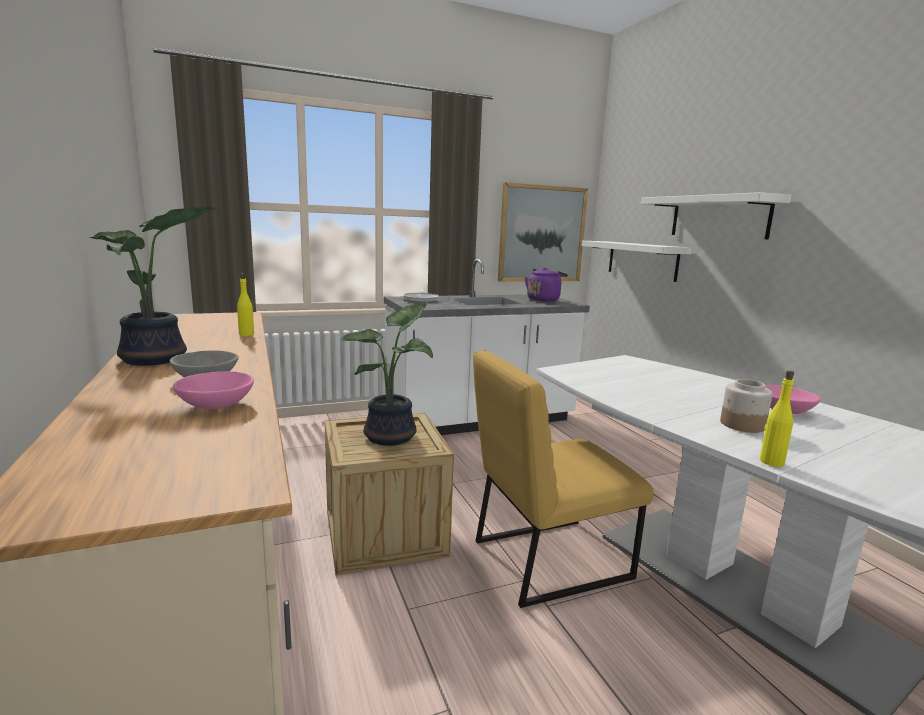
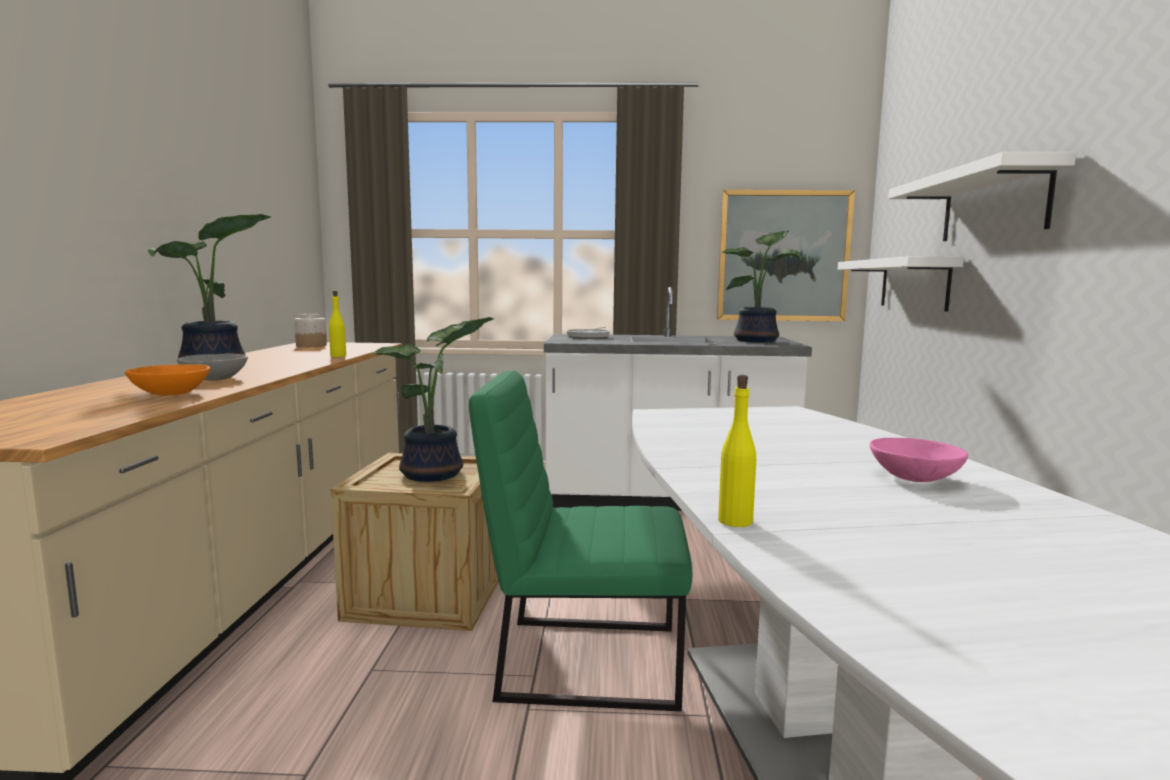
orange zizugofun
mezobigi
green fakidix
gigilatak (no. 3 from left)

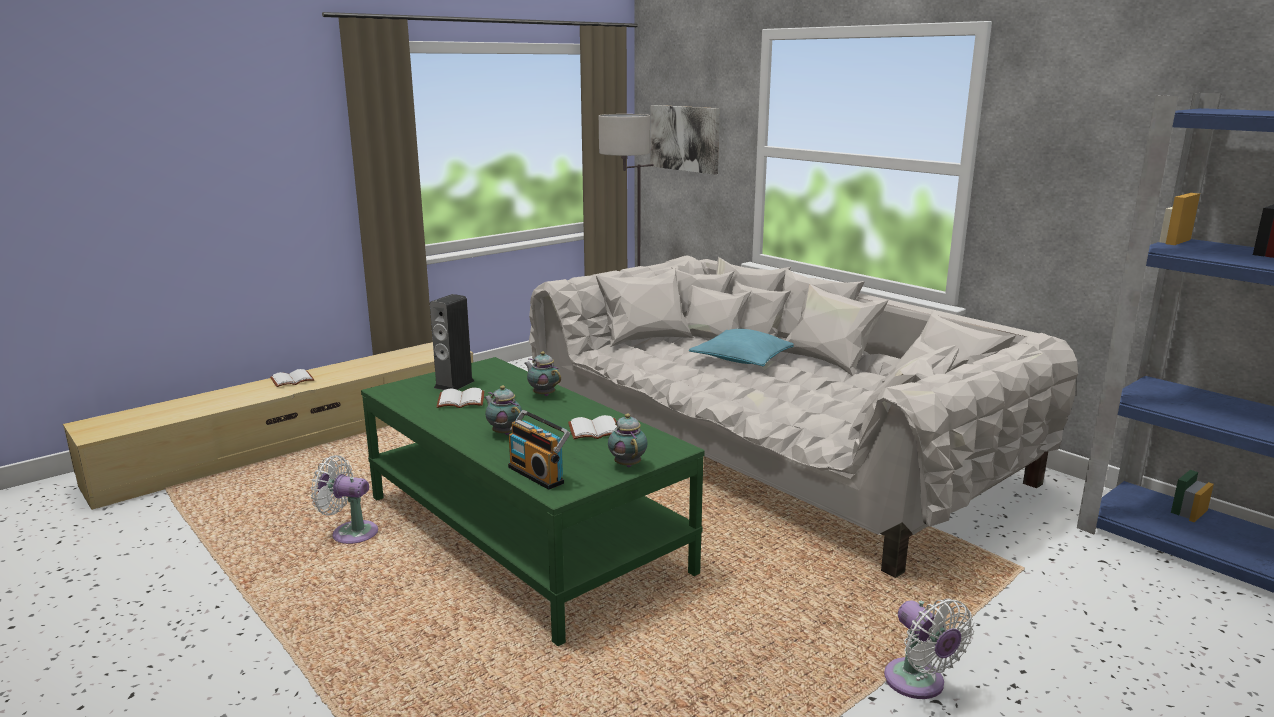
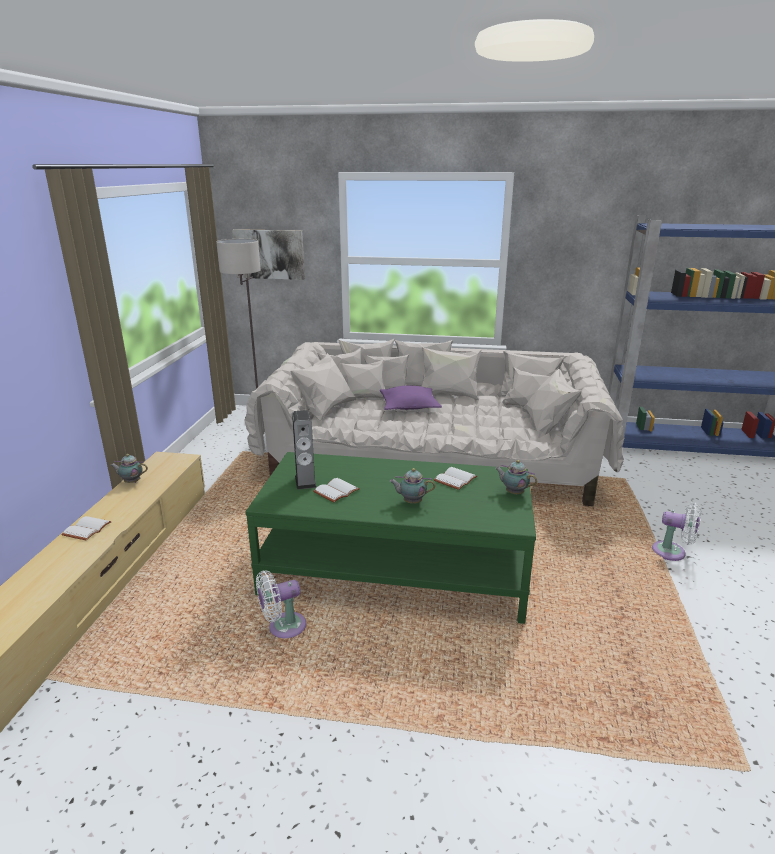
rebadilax (no. 1 from left)
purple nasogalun
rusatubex

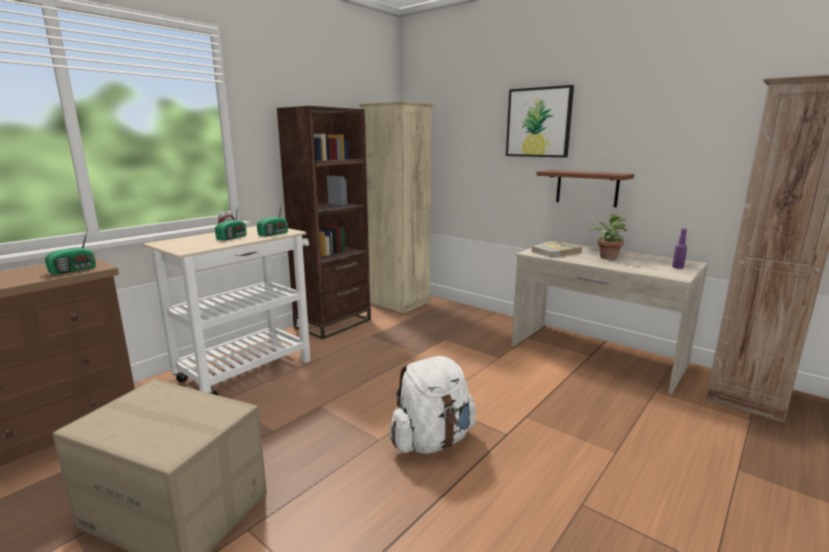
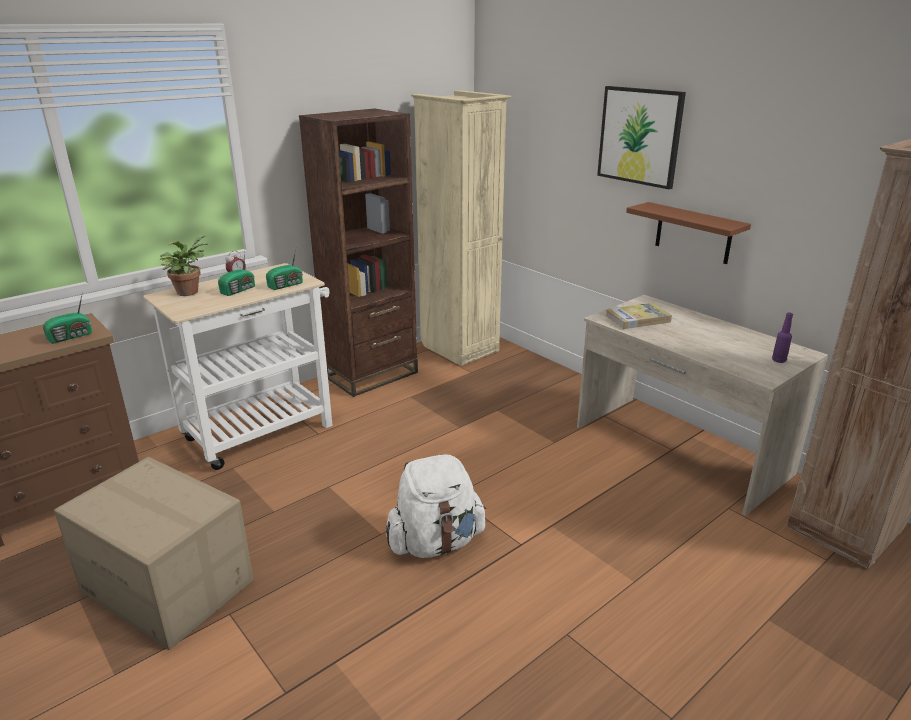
gigilatak

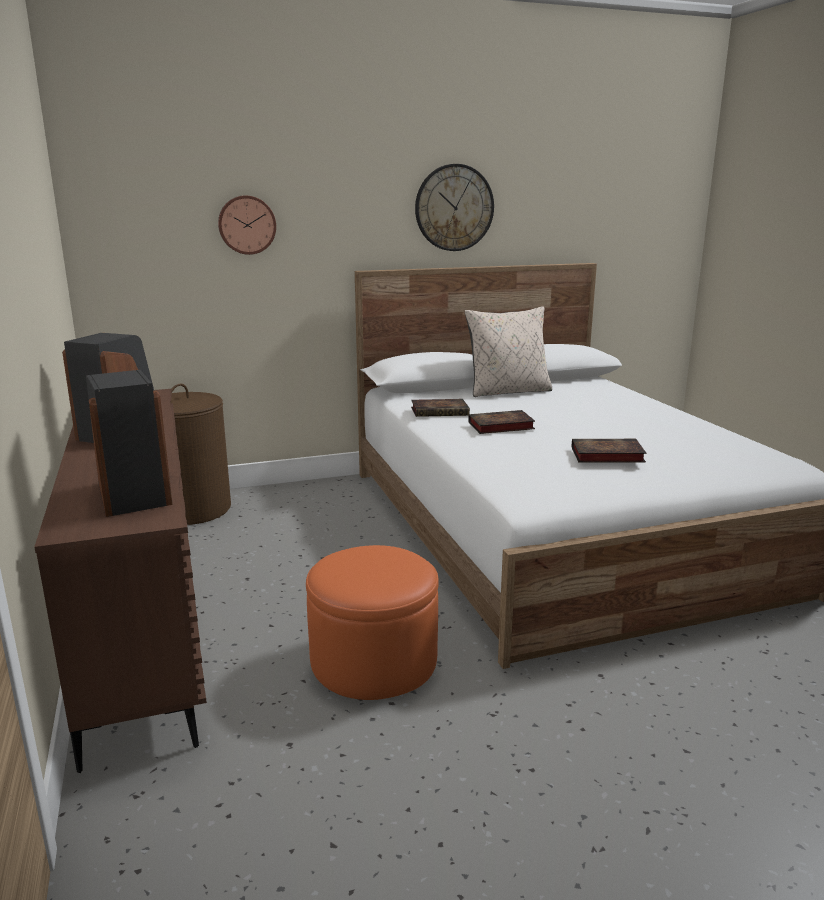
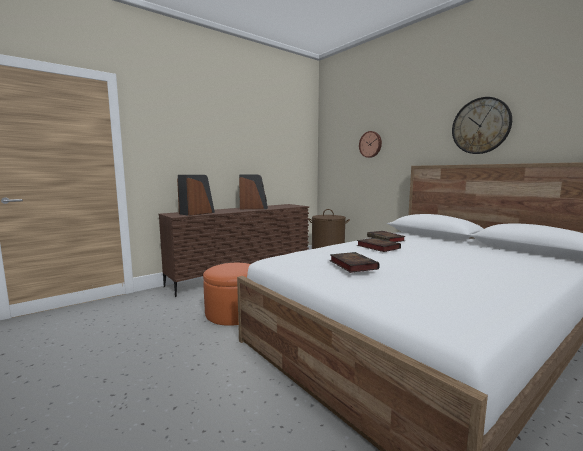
beige nasogalun

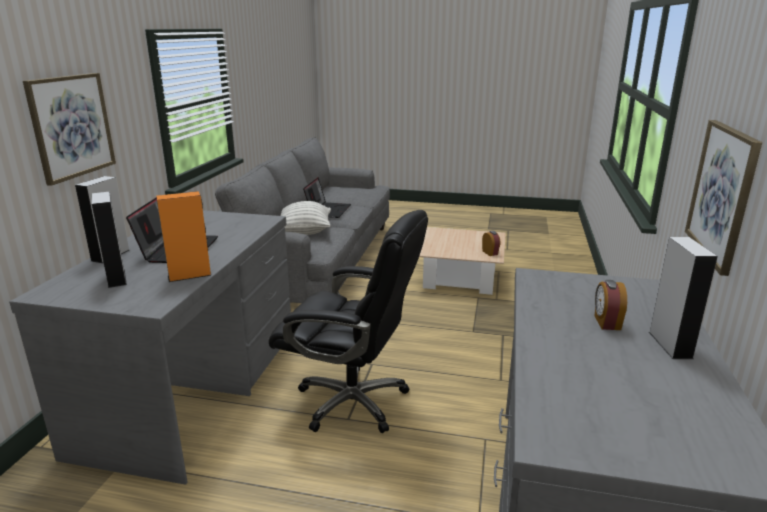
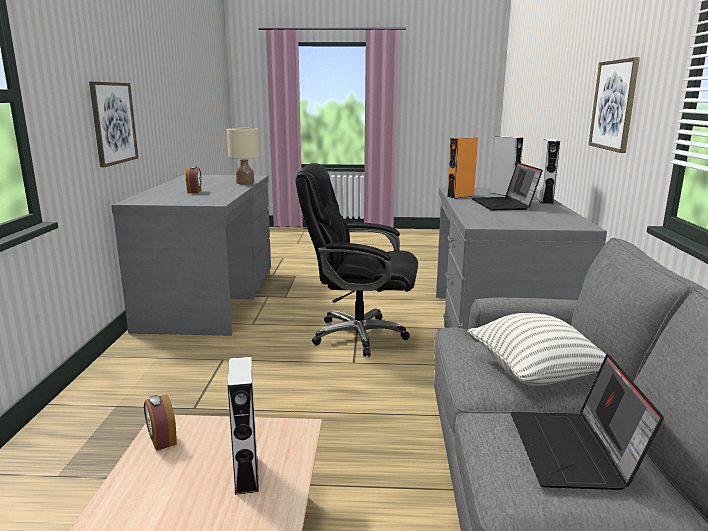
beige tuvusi
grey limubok (no. 1 from left)

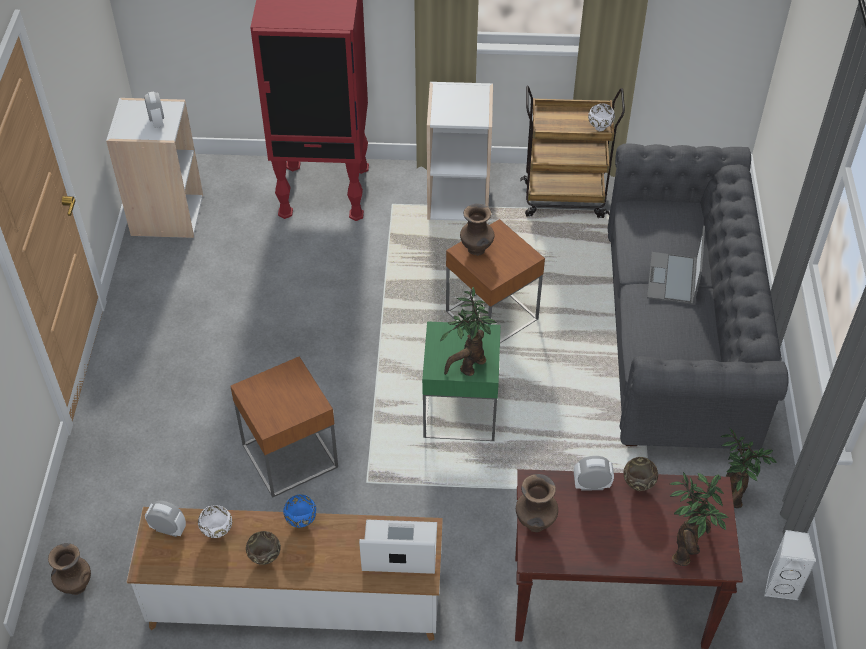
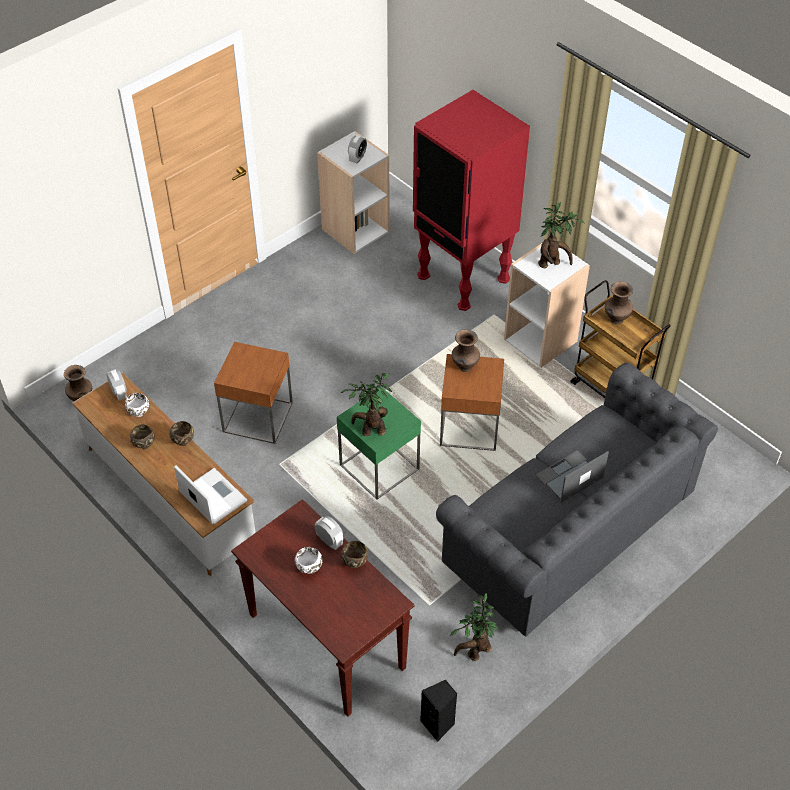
brown zizugofun (no. 2 from left)
white zizugofun (no. 2 from left)
black limubok
gigilatak (no. 3 from left)
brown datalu (no. 3 from left)

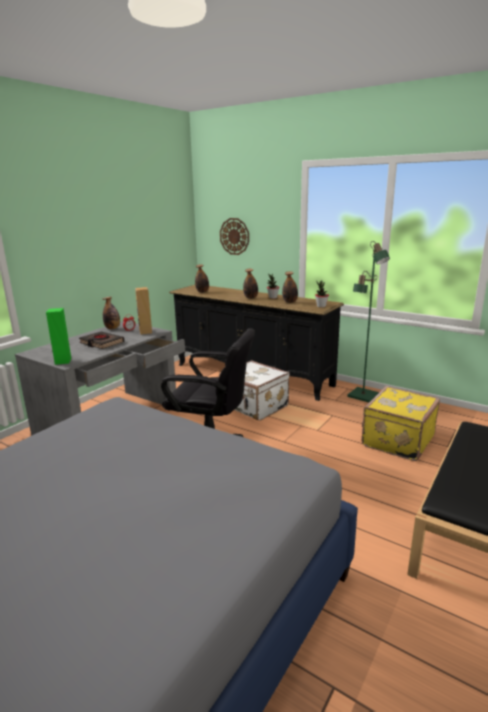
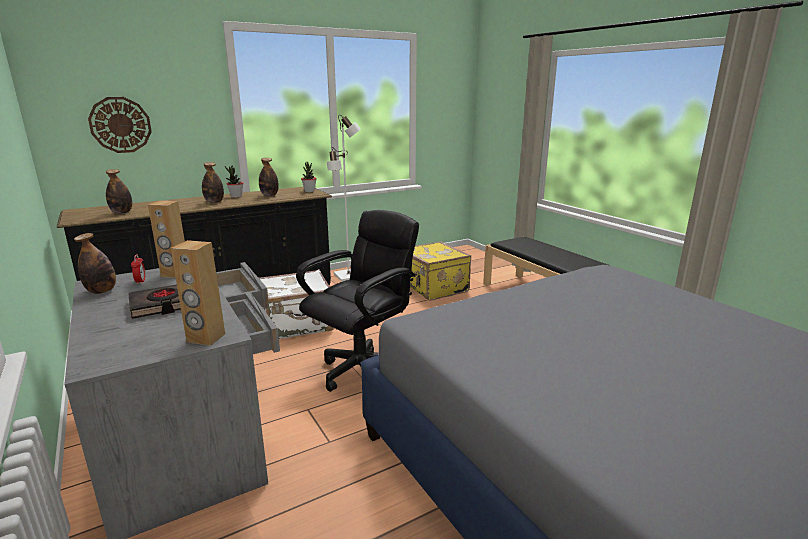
brown limubok (no. 2 from left)
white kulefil

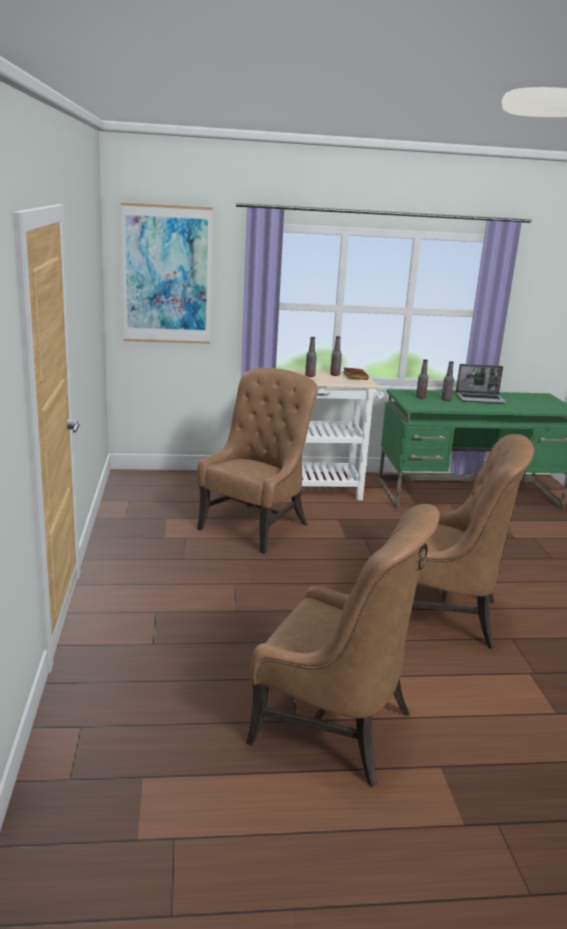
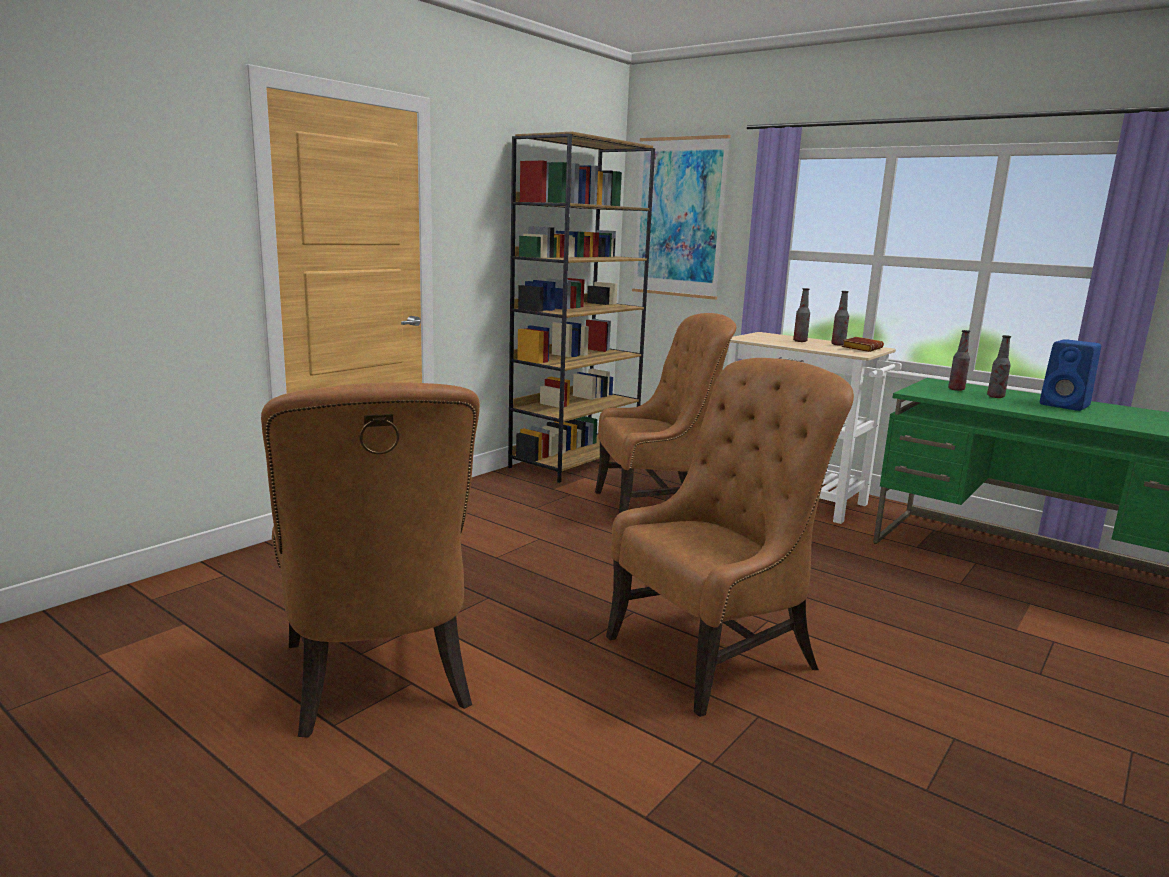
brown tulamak
brown fakidix (no. 3 from left)
blue limubok

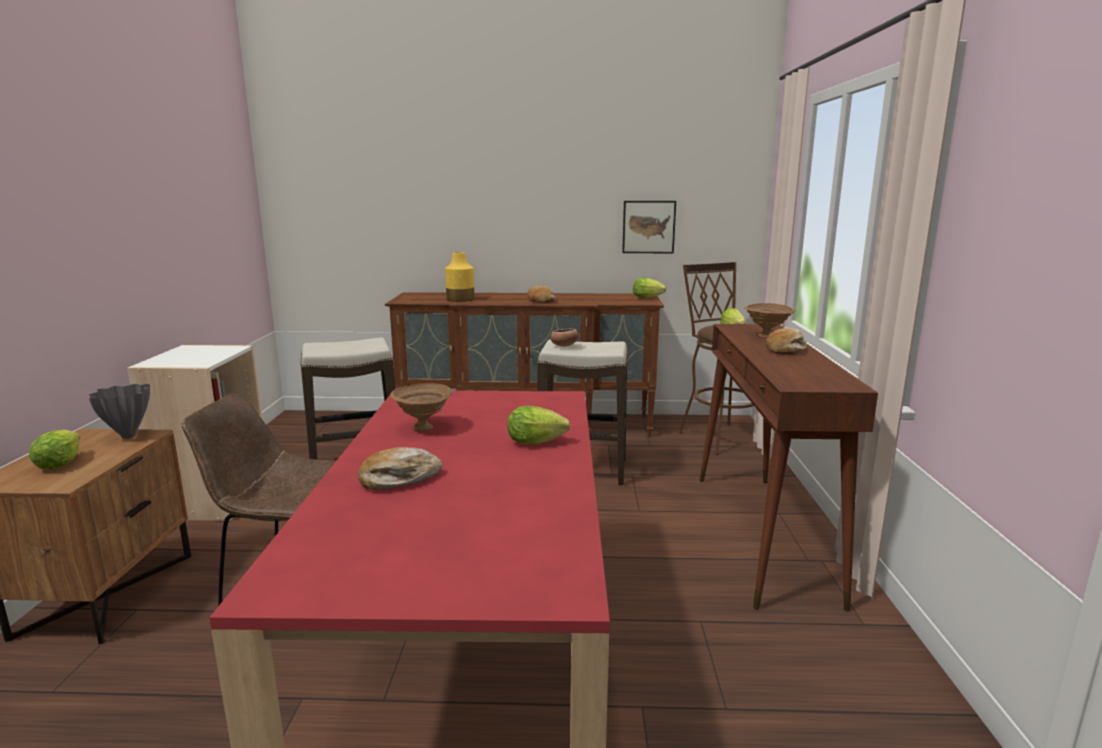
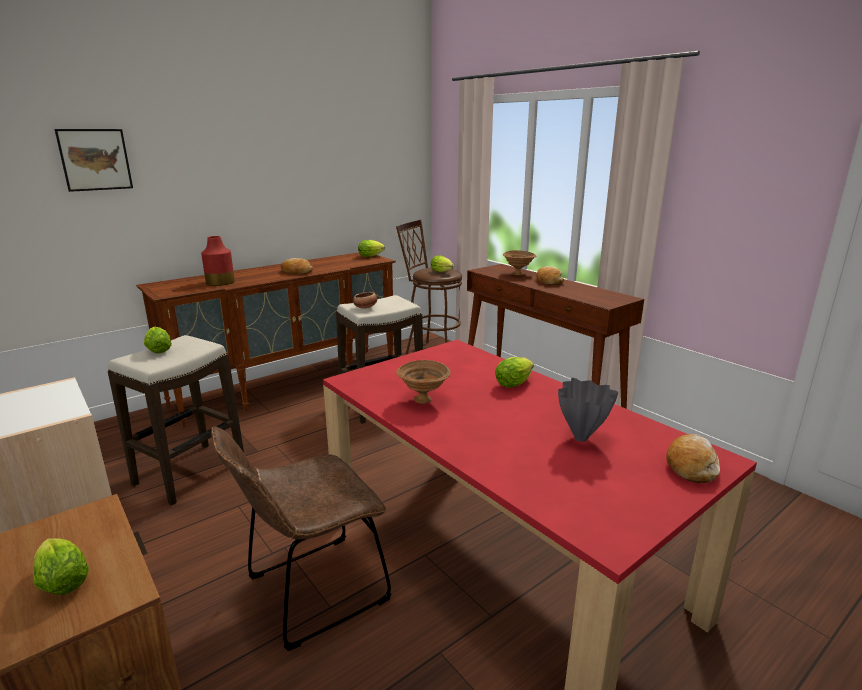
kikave
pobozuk (no. 2 from left)
red datalu
grey datalu
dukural (no. 3 from left)

